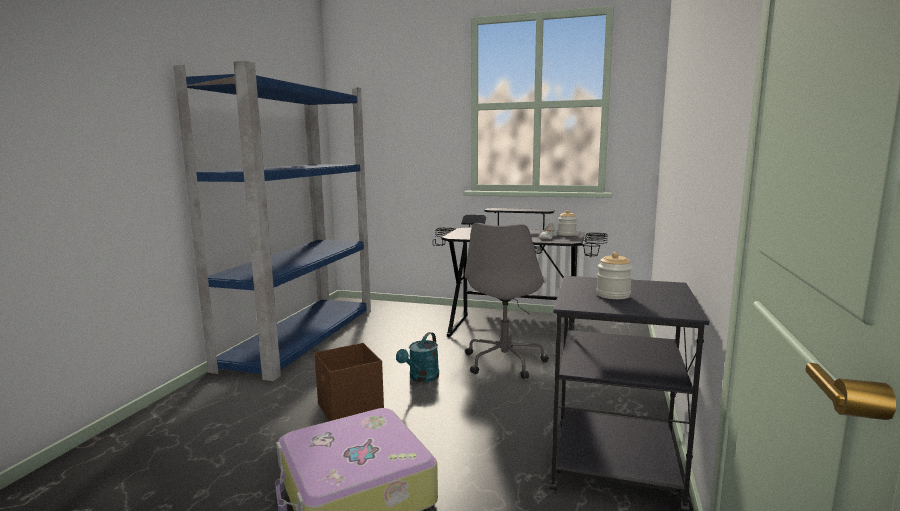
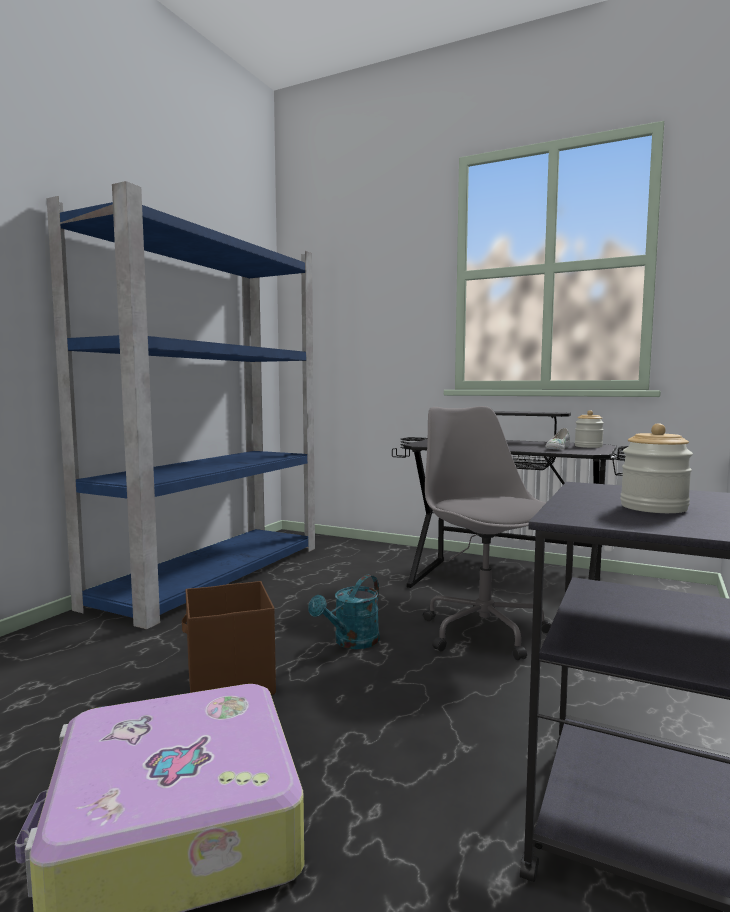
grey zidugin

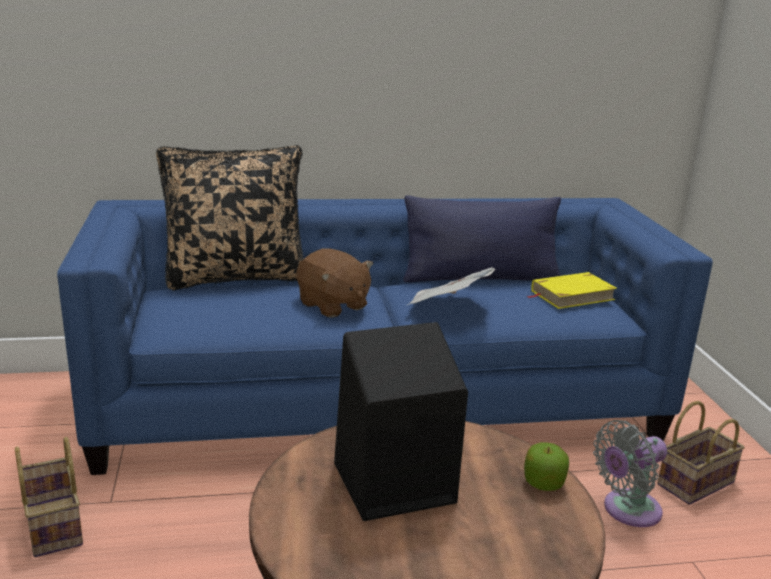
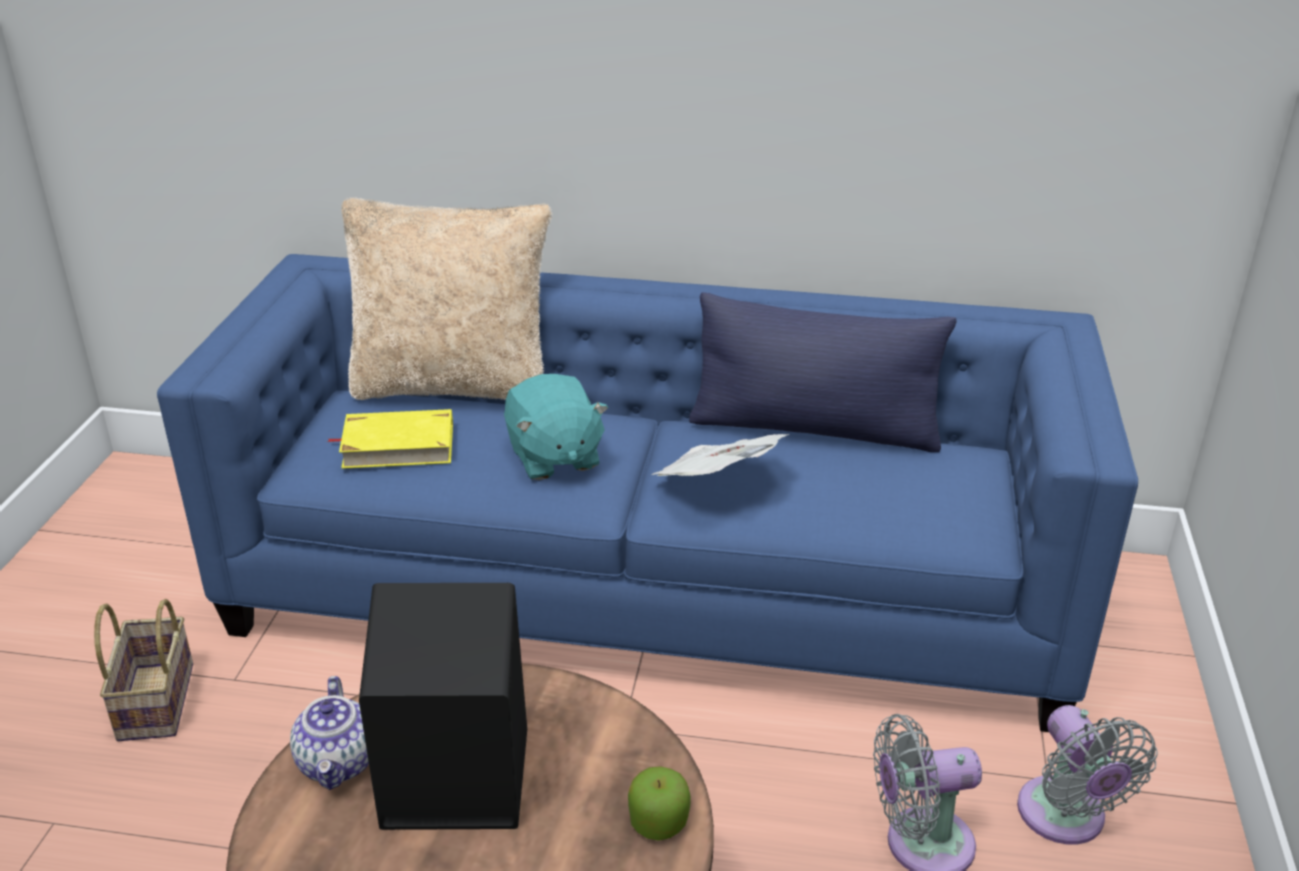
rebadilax
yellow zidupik
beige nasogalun
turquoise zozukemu
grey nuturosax (no. 2 from left)

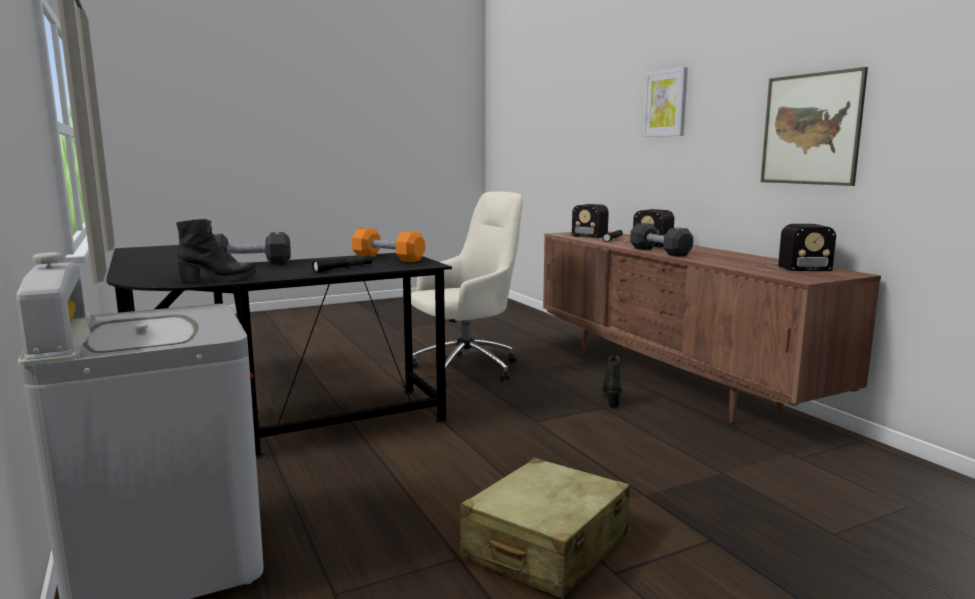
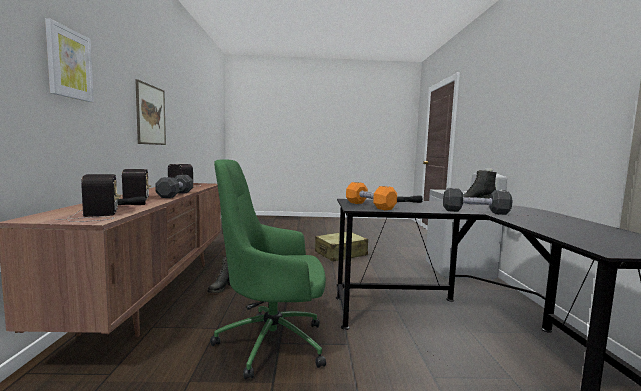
green zidugin

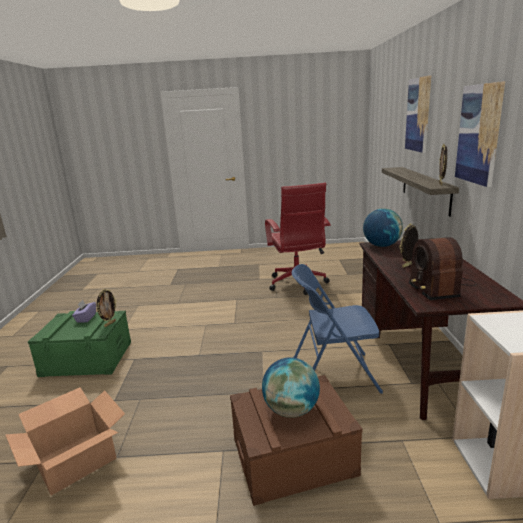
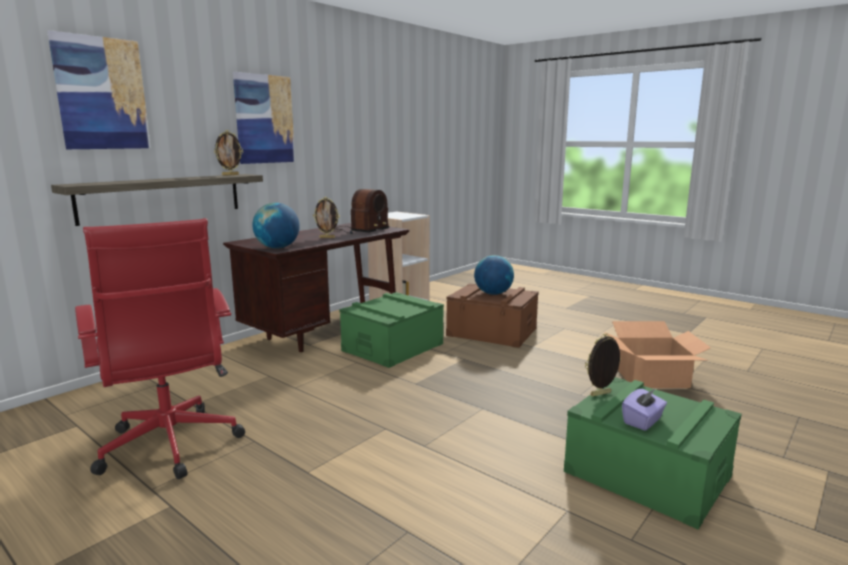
red zidugin
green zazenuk (no. 1 from left)

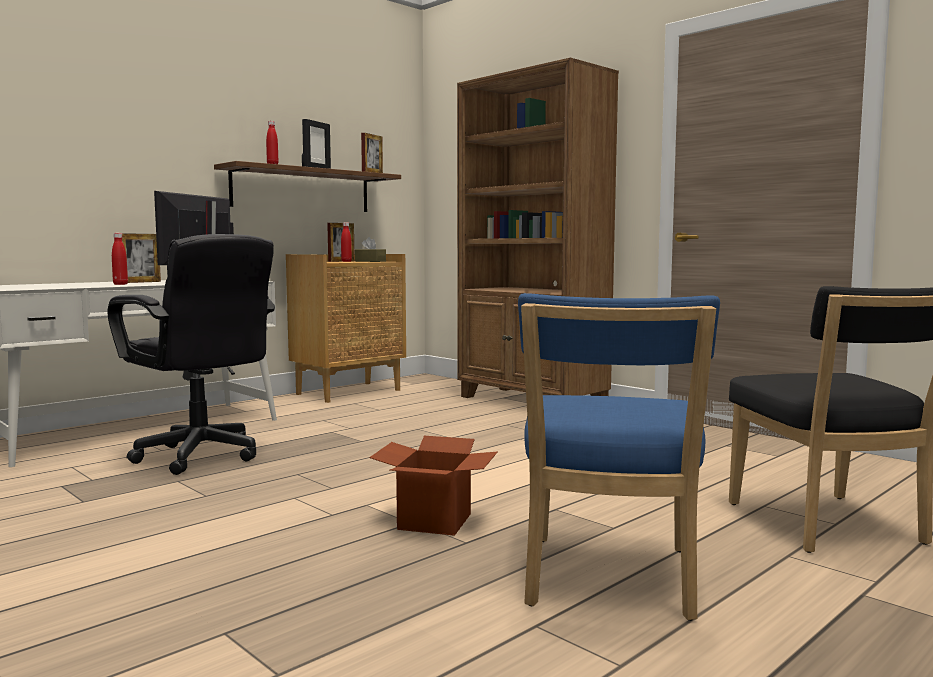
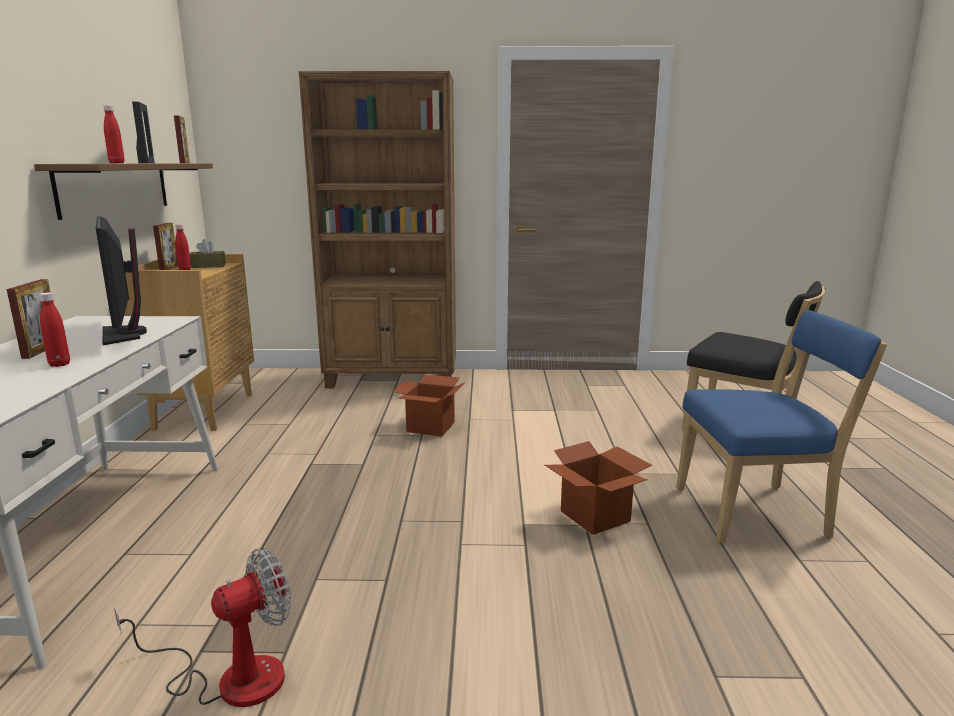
nuturosax
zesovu (no. 1 from left)
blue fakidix
black zidugin

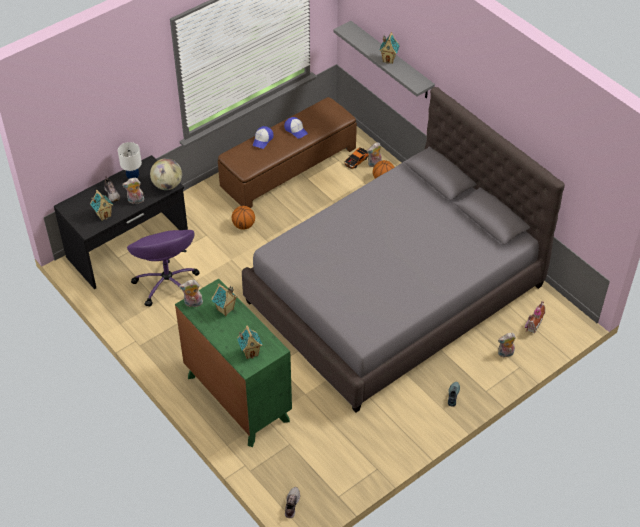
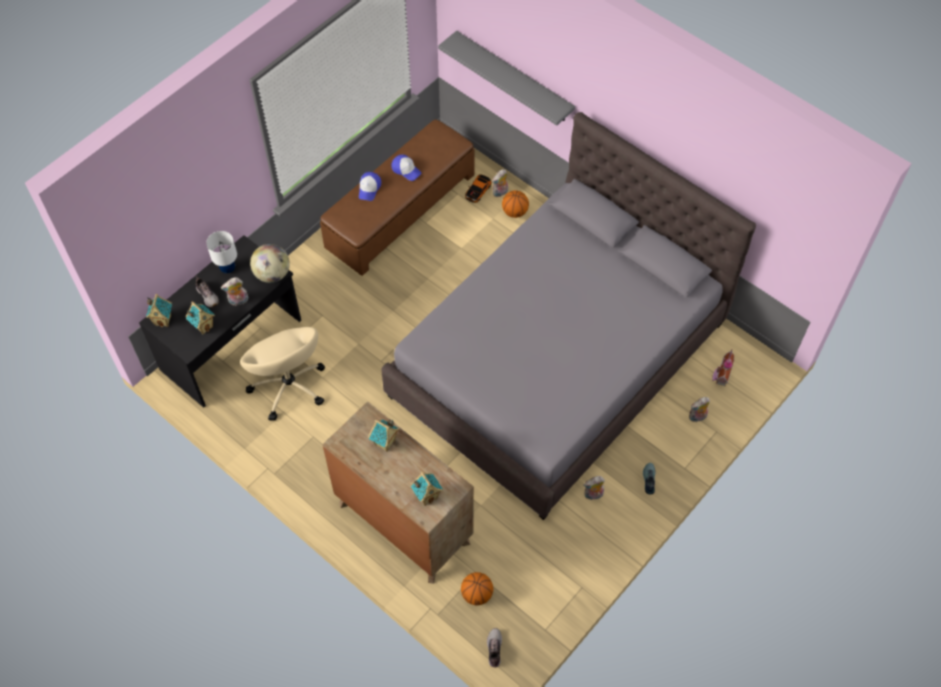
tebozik (no. 1 from left)
beige zidugin
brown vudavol
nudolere (no. 1 from left)
zozukemu (no. 3 from left)

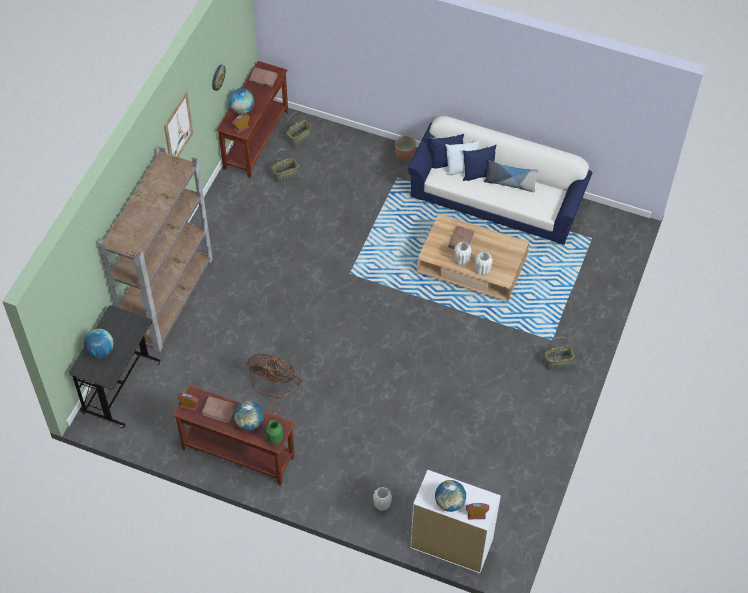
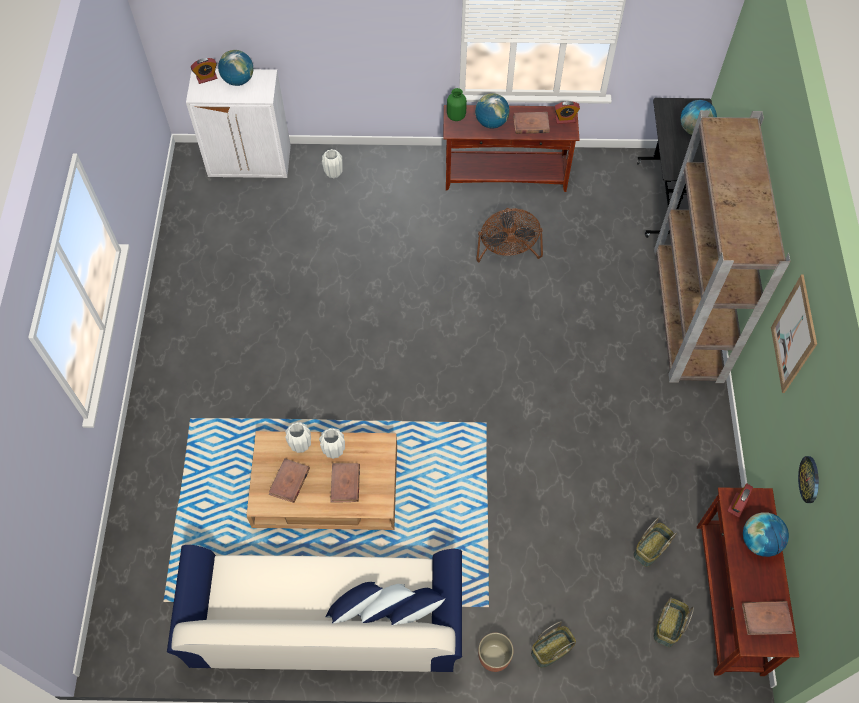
brown zidupik (no. 1 from left)
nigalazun (no. 1 from left)
nasogalun

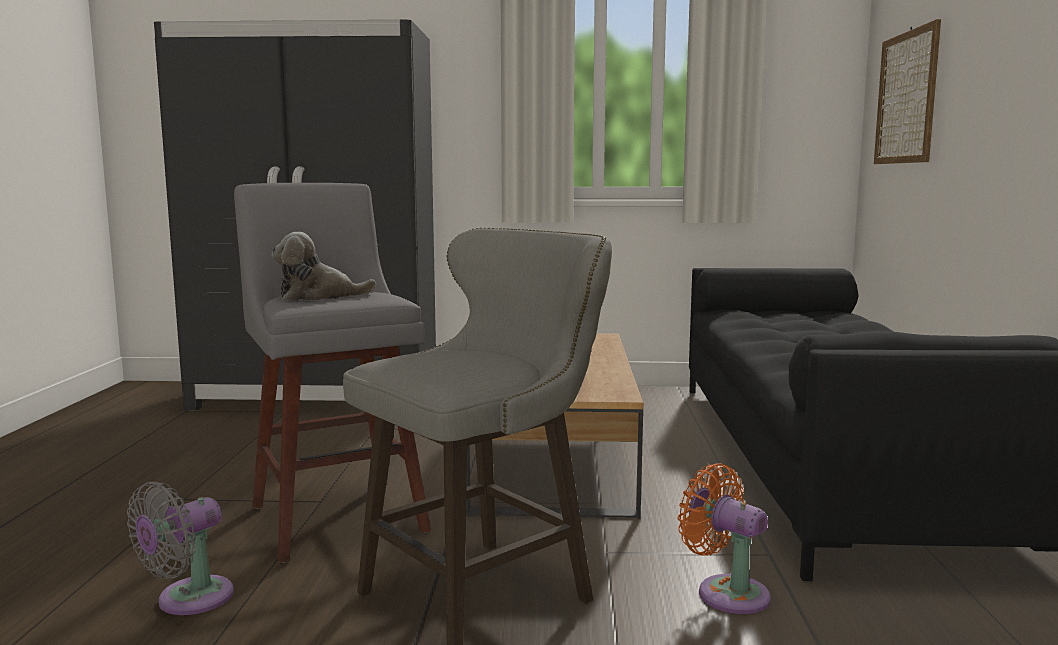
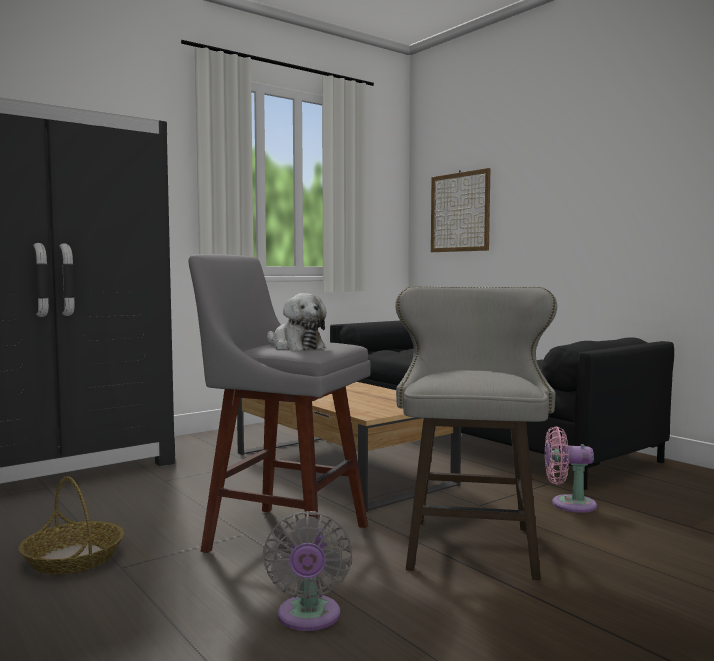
nigalazun
zozukemu
pink nuturosax

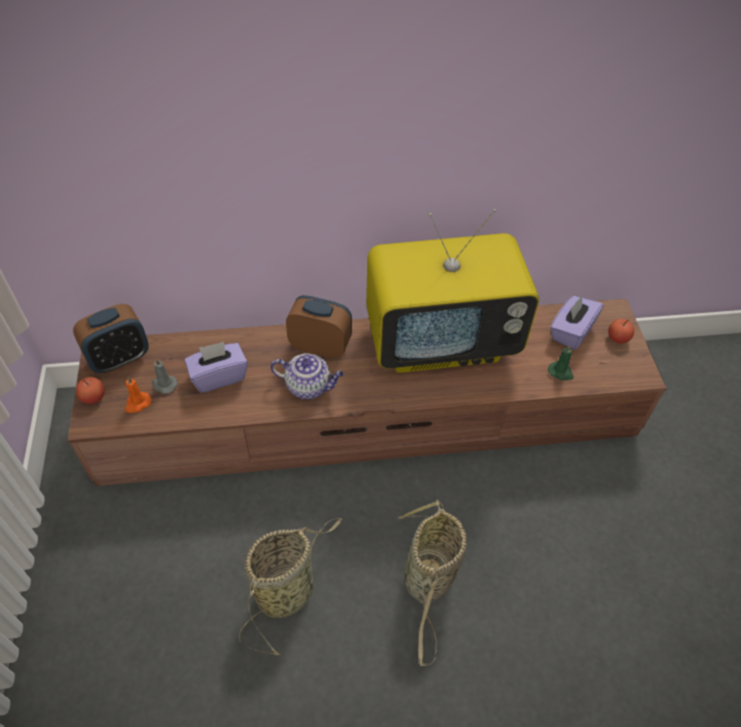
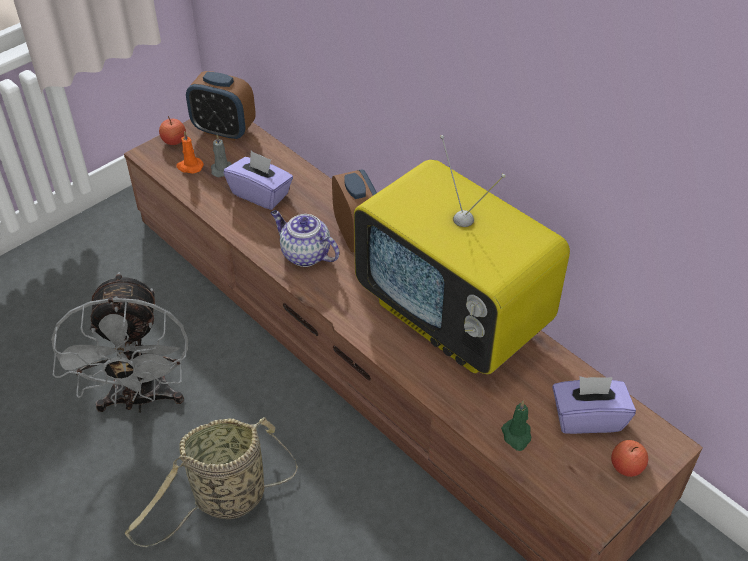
grey nuturosax
rebadilax

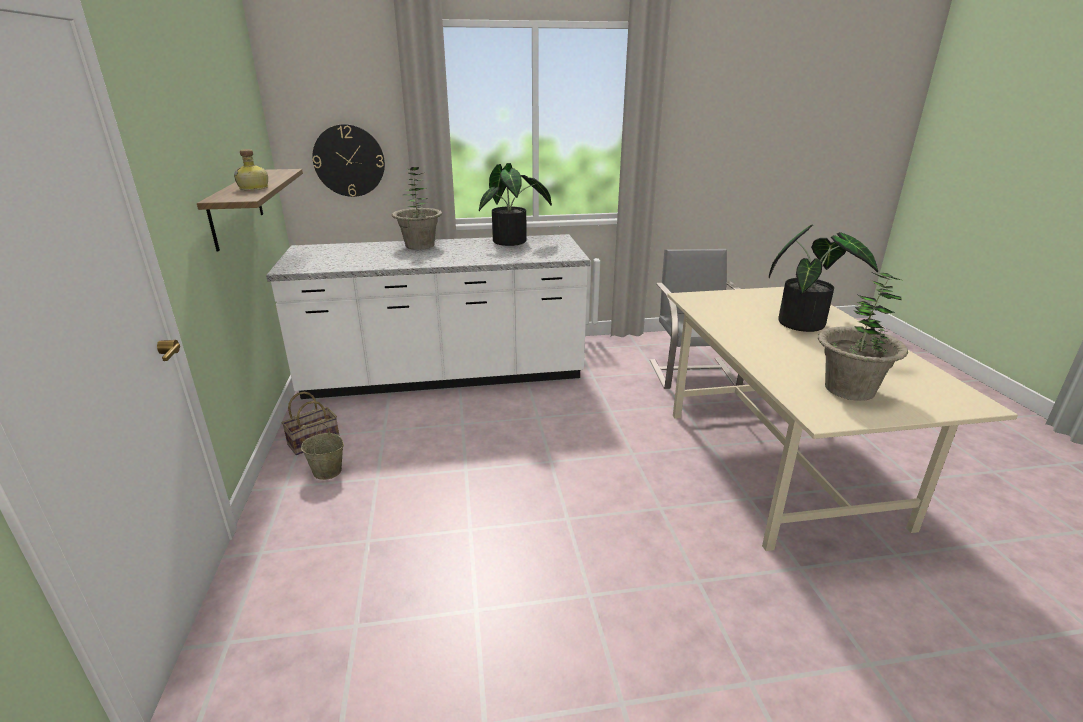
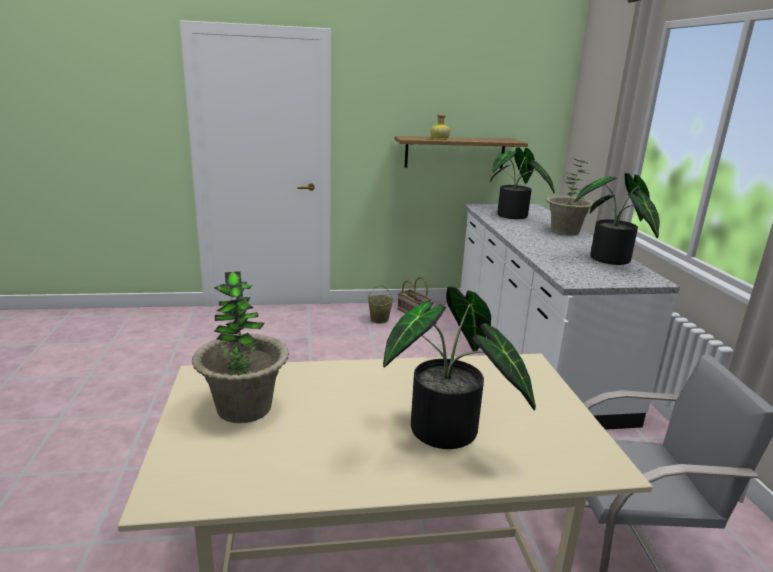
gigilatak (no. 3 from left)
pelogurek

